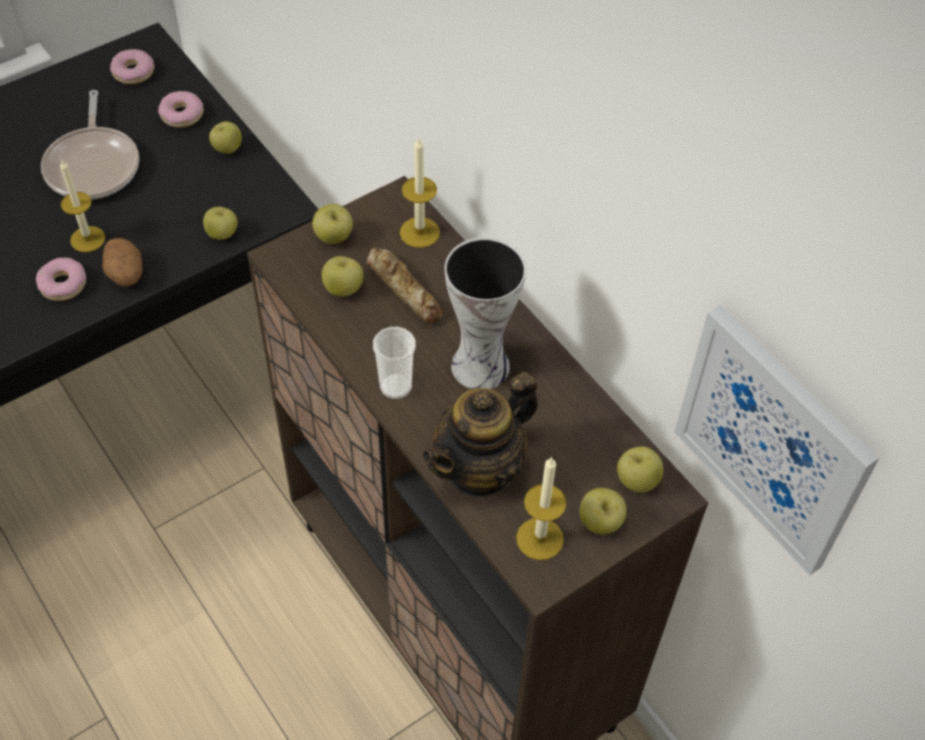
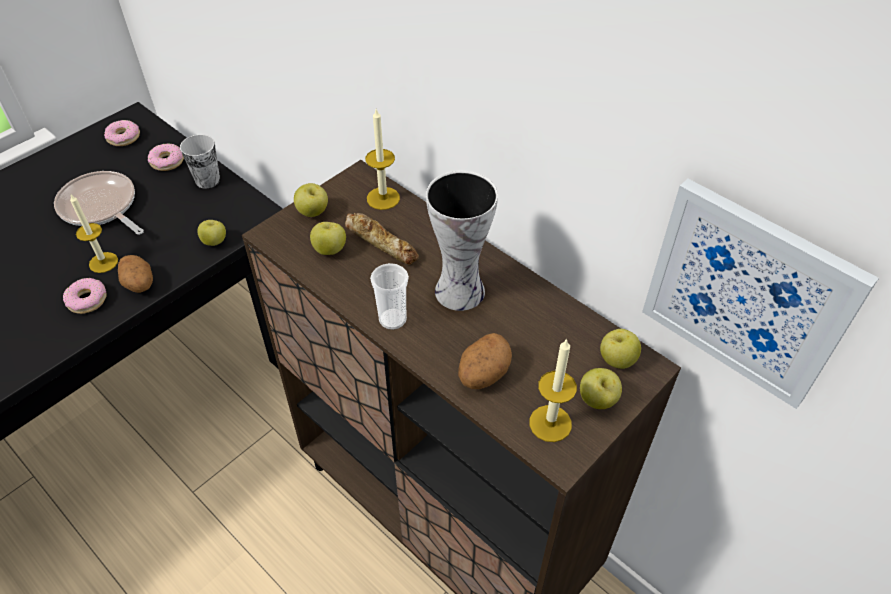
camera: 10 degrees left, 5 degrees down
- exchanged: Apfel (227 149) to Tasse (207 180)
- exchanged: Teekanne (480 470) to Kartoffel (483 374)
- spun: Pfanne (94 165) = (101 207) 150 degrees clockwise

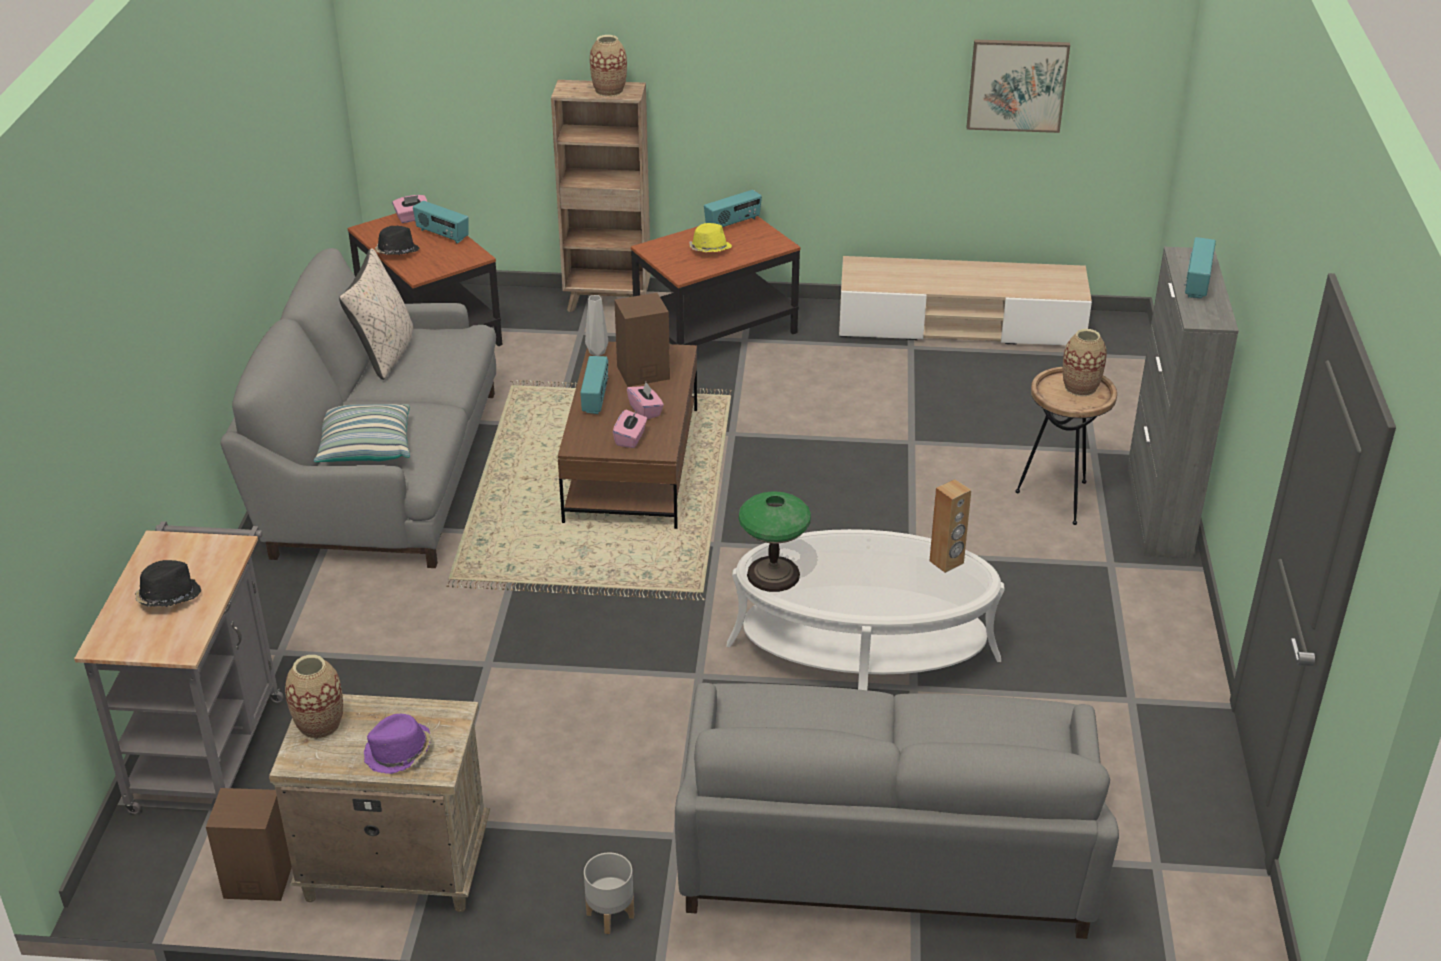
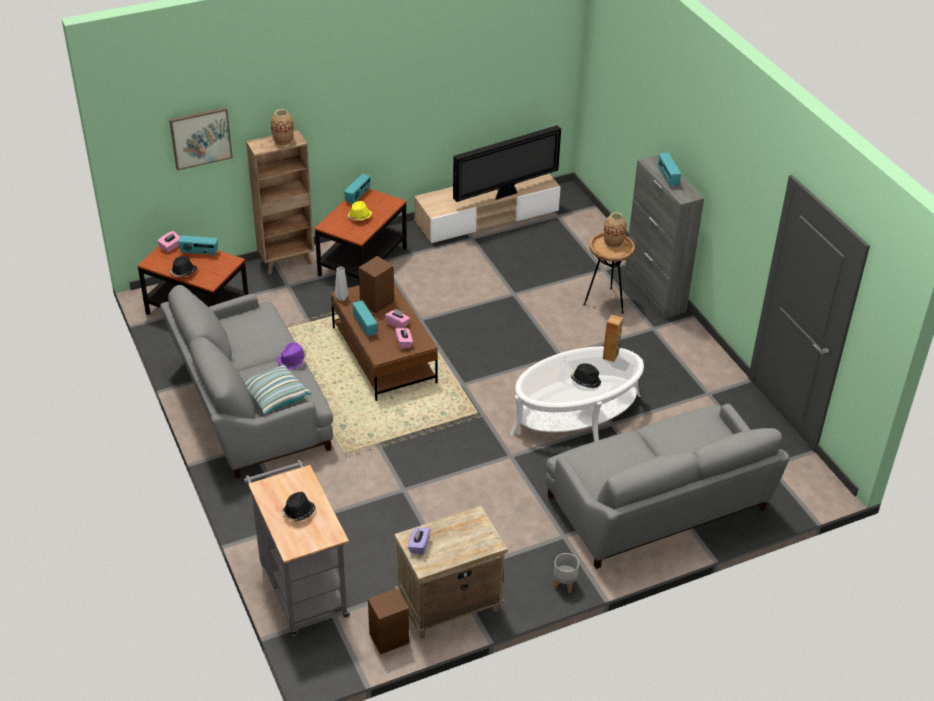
camera: 30 degrees left, 5 degrees up
- missing: Kissen (beige) (385 353)
- missing: Tischlampe (772 574)
- appeared: Fernseher (506 194)
- appeared: Hut (schwarz) (585 380)
- relocated: Hut (lila) (398 753) to (292 360)
- relocated: Bild (1017 85) to (200 137)
- exchanged: Vase (319 725) to Taschentuchbox (lila) (419 546)

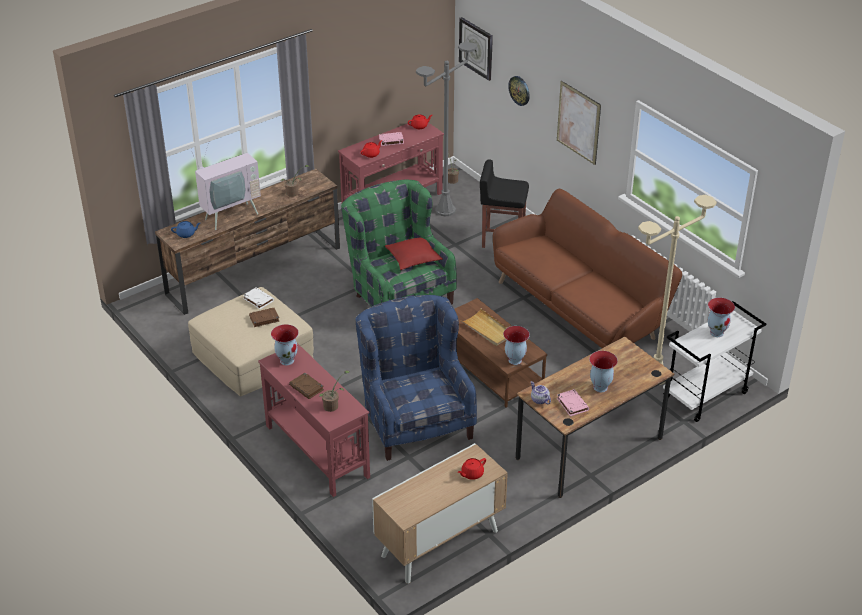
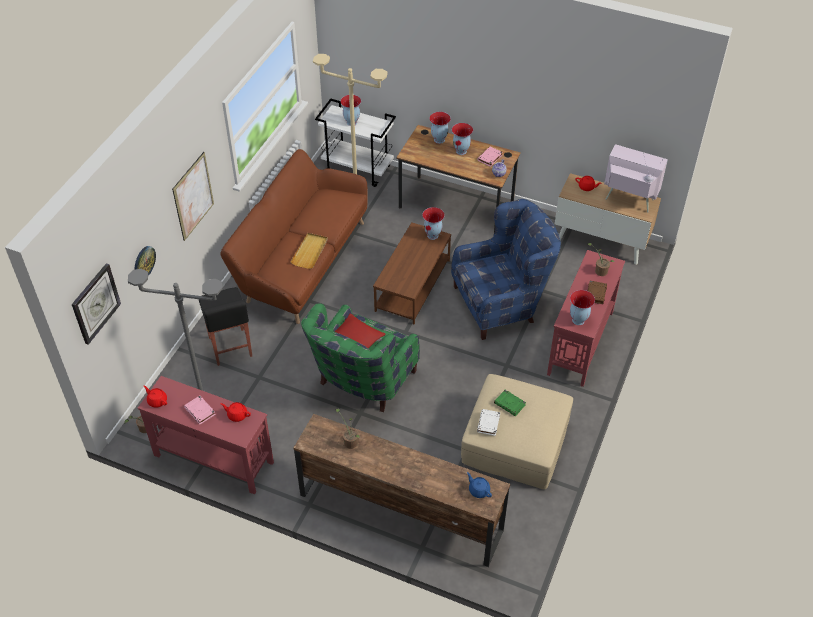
camera: 120 degrees left, 10 degrees up
- appeared: Vase (439 139)
- relocated: Fernseher (229 214) to (628 202)
- relocated: Tablett (beige) (488 329) to (310 252)
- colour: Buch (braun) (264 319) to Buch (grün) (510 404)
- spun: Sessel (blau) (415 419) = (502 303) 150 degrees counterclockwise

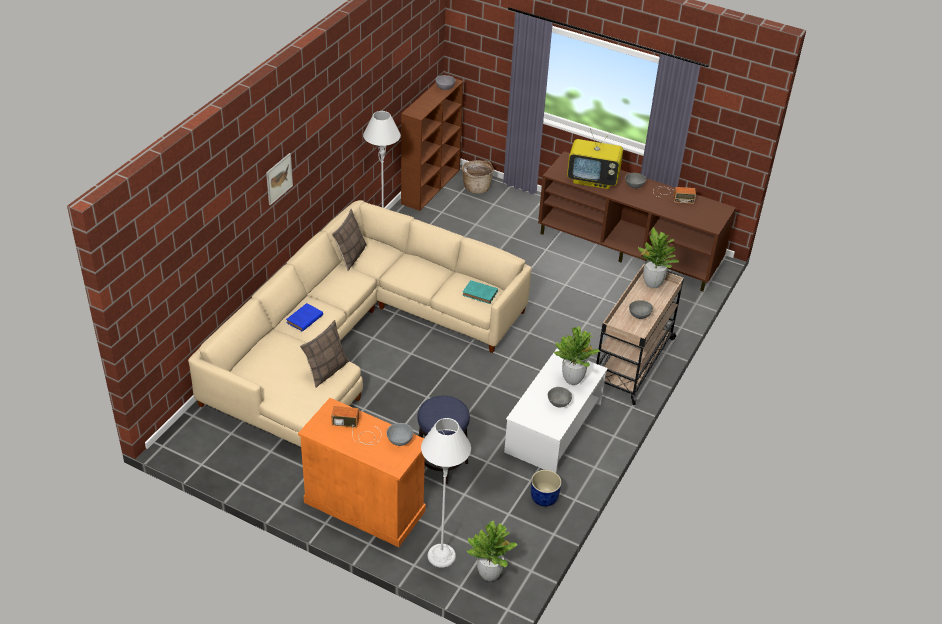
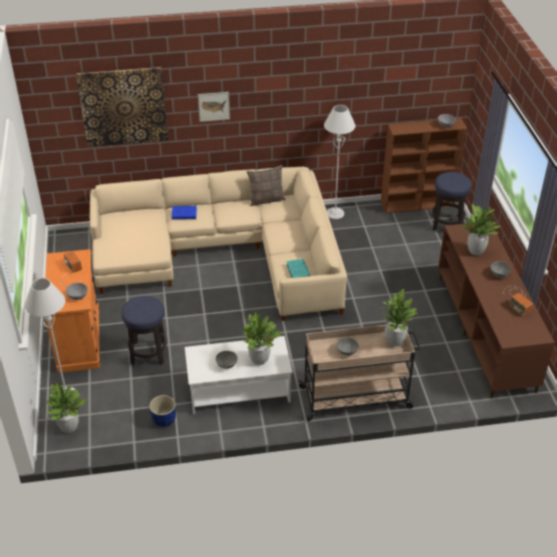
camera: 55 degrees right, 0 degrees up
- missing: Kissen (326 371)
- appeared: Bild (123 107)
- exchanged: Korb (476 187) to Hocker (447 223)
- exchanged: Fernseher (593 180) to Topfpflanze (475 251)

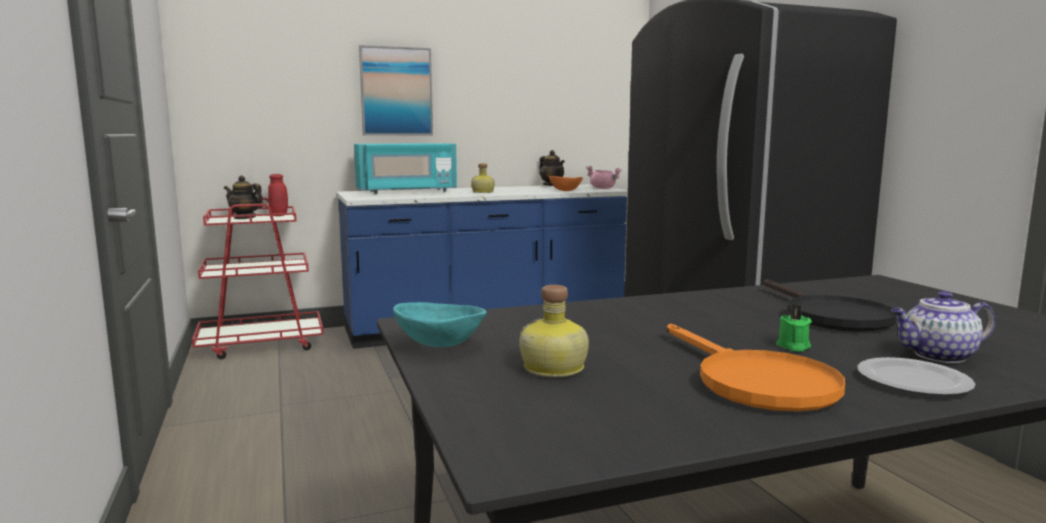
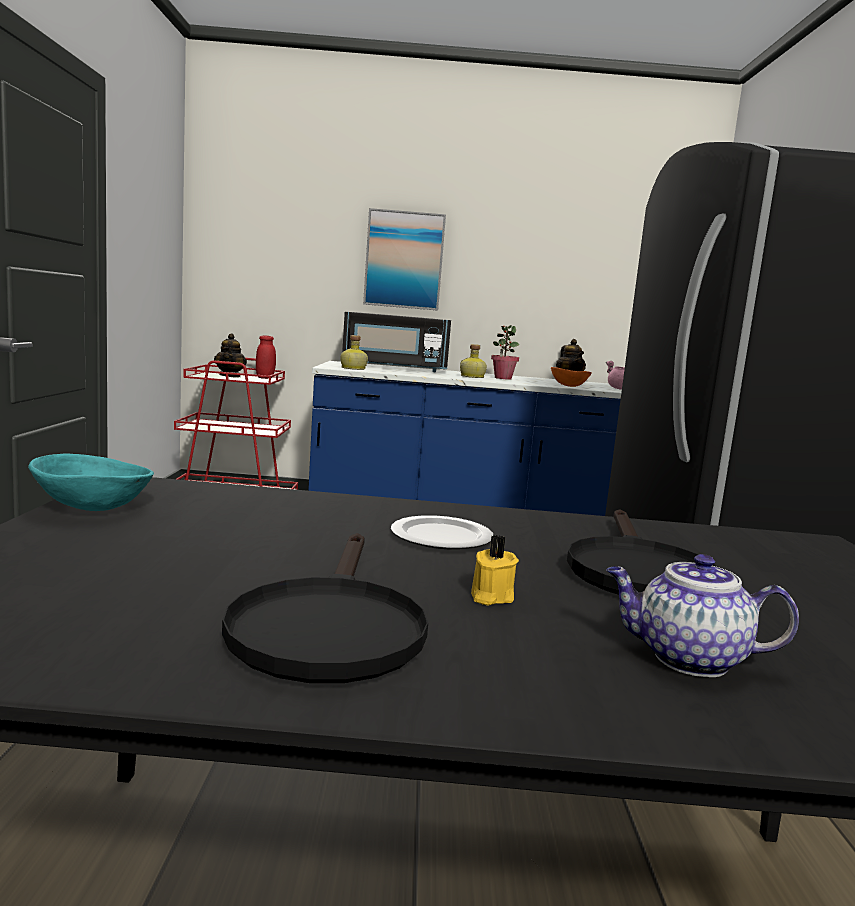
camera: 20 degrees right, 0 degrees up
- appeared: Topfpflanze (502 378)
- relocated: Flasche (554 369) to (353 369)
- relocated: Teller (915 381) to (442 538)
- colour: Mikrowelle (türkis) (406 191) to Mikrowelle (schwarz) (394 368)
- colour: Pfanne (orange) (753 381) to Pfanne (schwarz) (329 626)
- colour: Kerze (grün) (793 346) to Kerze (gelb) (490 596)
- spun: Teekanne (244 218) = (230 376) 135 degrees counterclockwise

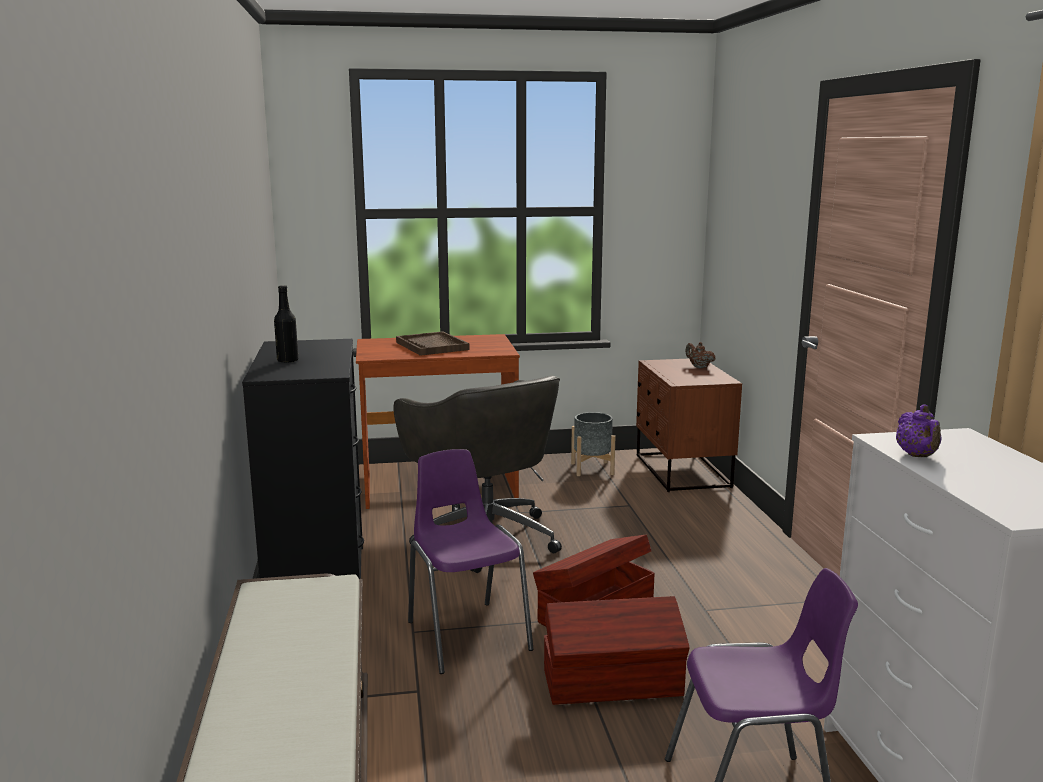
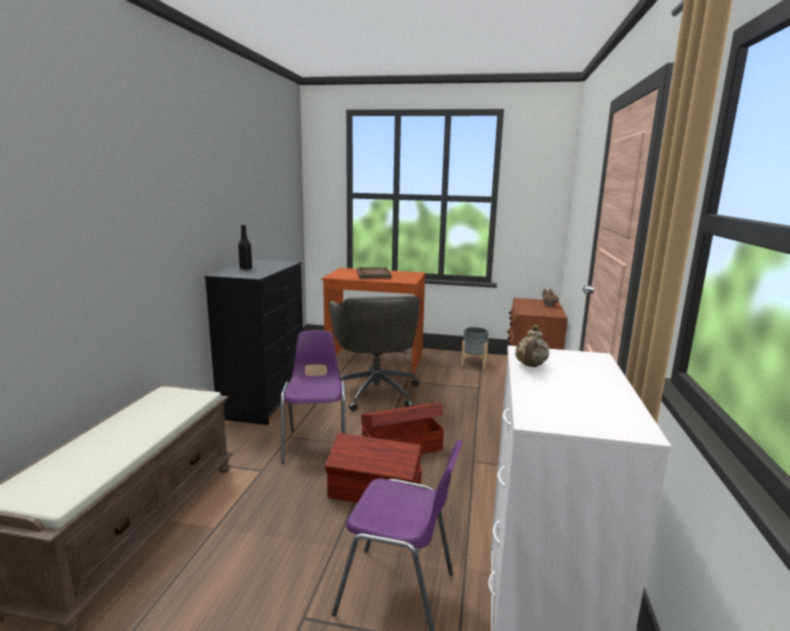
camera: 20 degrees right, 0 degrees up
- colour: Teekanne (lila) (917 456) to Teekanne (beige) (530 365)

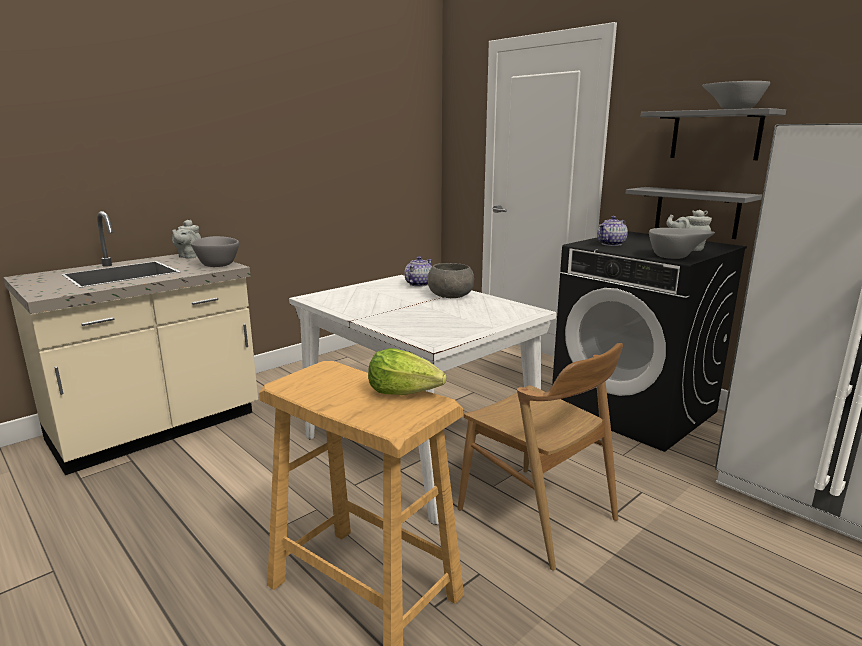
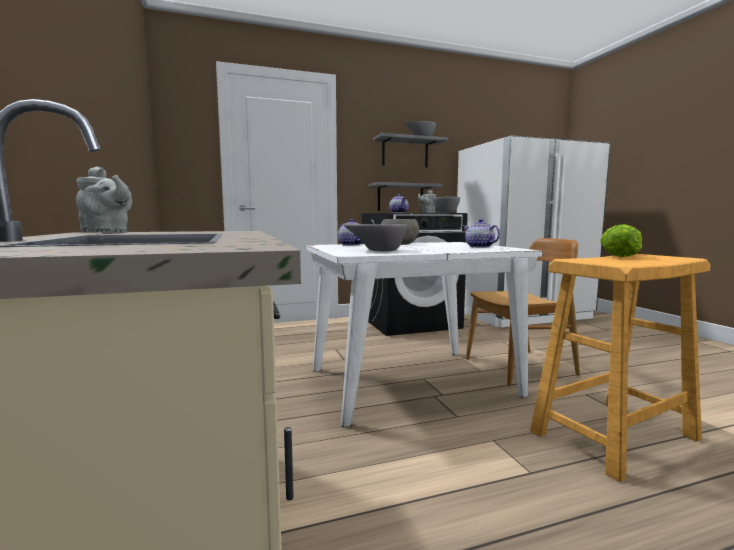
camera: 65 degrees left, 10 degrees down
- appeared: Teekanne (479 247)
- relocated: Schüssel (grau) (217 264) to (377 250)

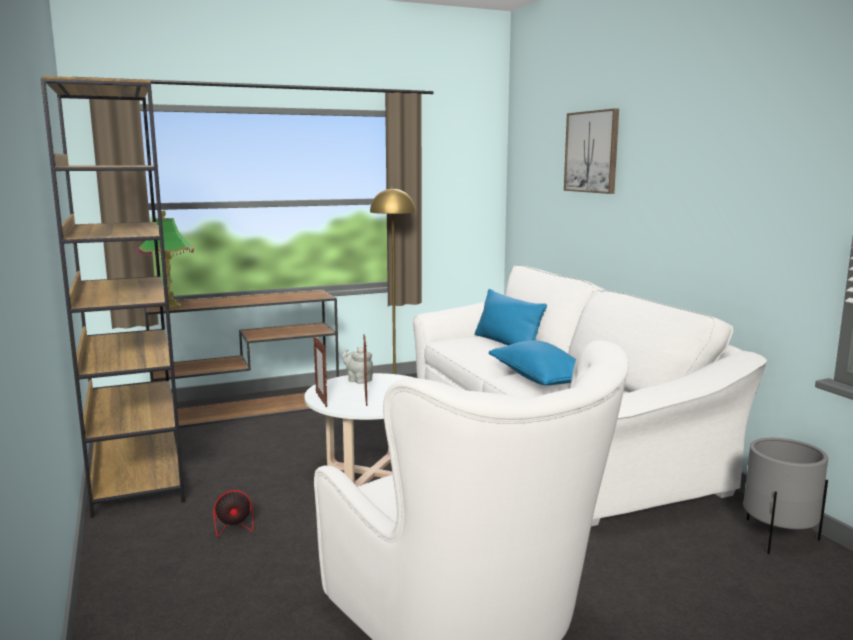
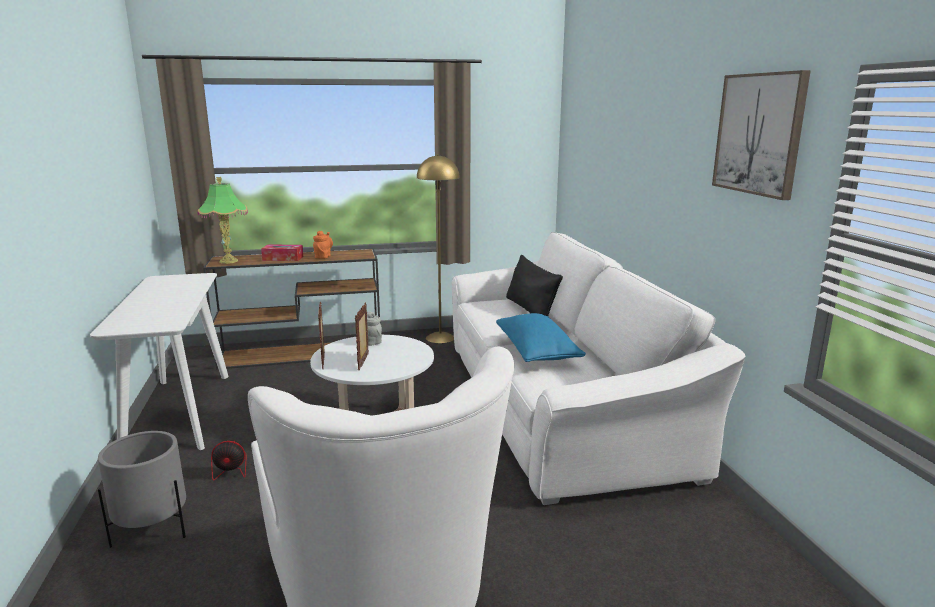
camera: 10 degrees right, 5 degrees up
- appeared: Taschentuchbox (283 258)
- appeared: Teekanne (orange) (323 256)
- relocated: Bild (592 152) to (759 134)
- relocated: Pflanzkübel (grau) (777 537) to (153 529)
- exchanged: Bücherregal (braun) (136 475) to Konsolentisch (weiß) (179 412)
- colour: Kissen (blau) (507 344) to Kissen (schwarz) (530 309)

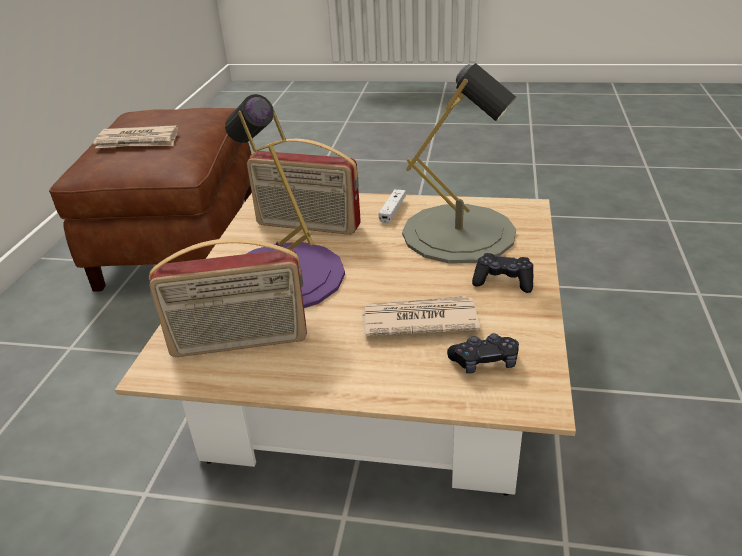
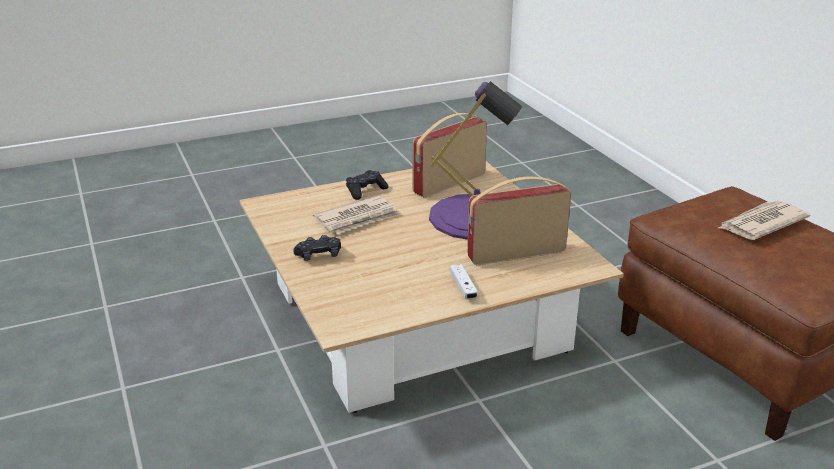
camera: 145 degrees right, 5 degrees down
- missing: Tischlampe (grau) (459 233)
- relocated: Gamepad (schwarz) (484 362) to (365 191)

